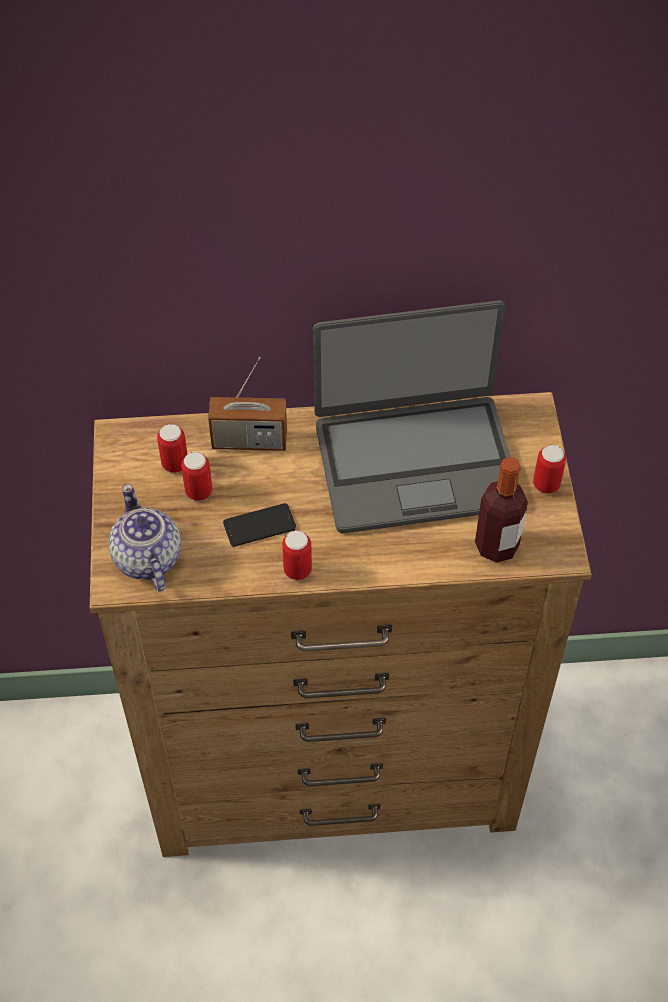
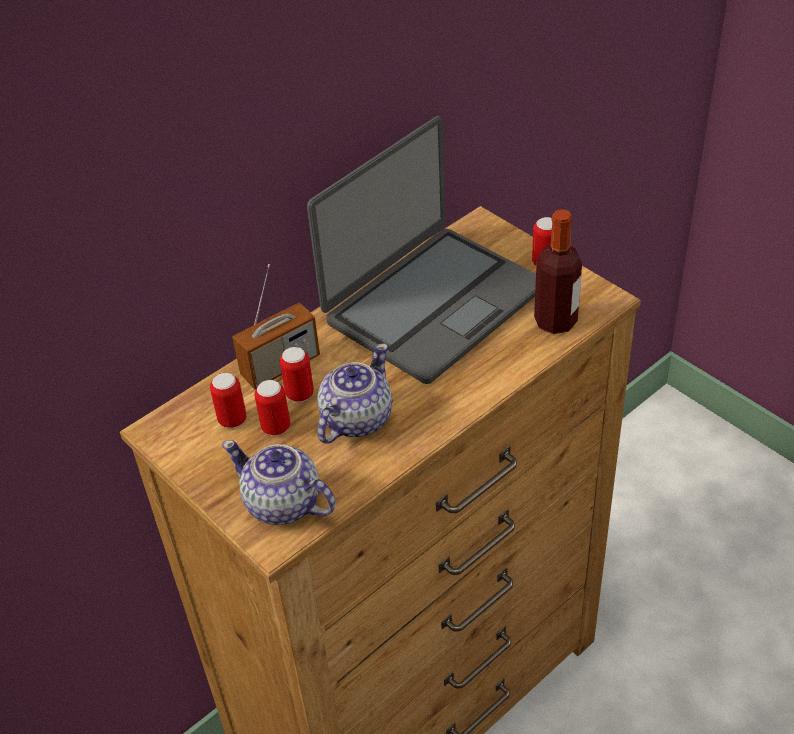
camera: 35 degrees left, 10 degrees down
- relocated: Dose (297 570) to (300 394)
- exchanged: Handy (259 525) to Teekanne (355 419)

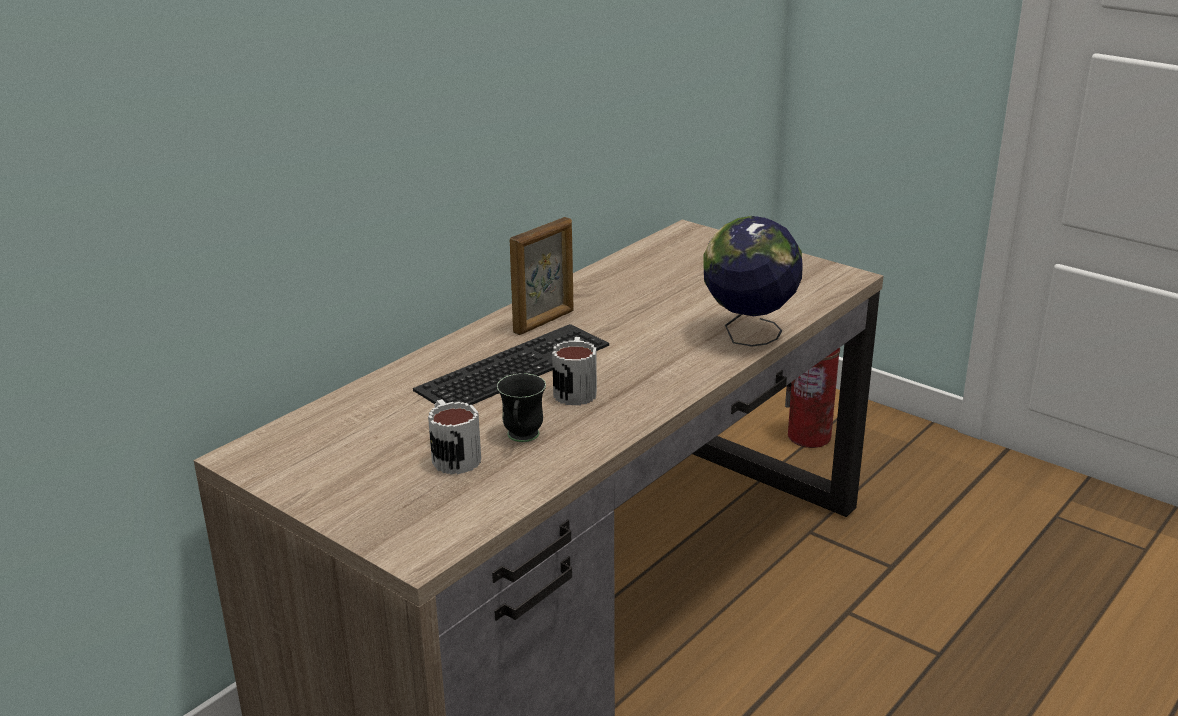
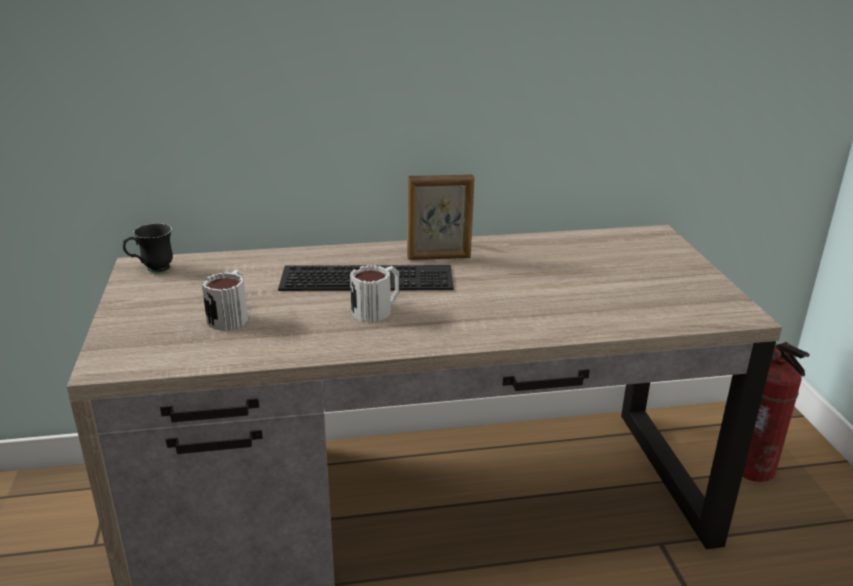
camera: 40 degrees right, 0 degrees up
- missing: Globus (748 335)
- relocated: Henkelbecher (schwarz) (522 439) to (152 271)

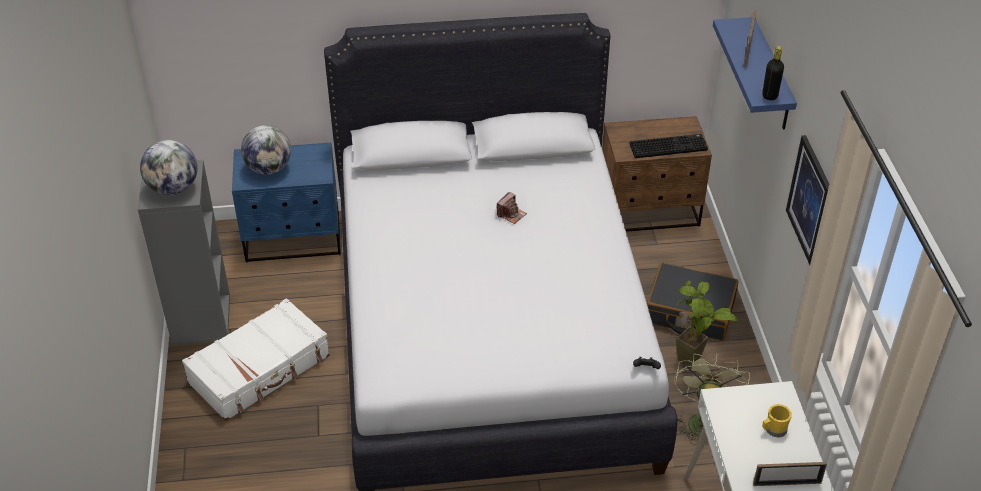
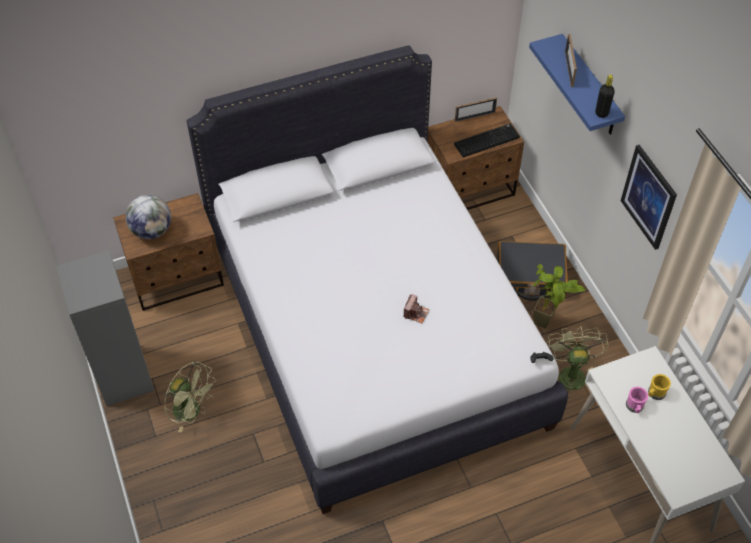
camera: 15 degrees left, 10 degrees up
- missing: Globus (173 188)
- appeared: Henkelbecher (rosa) (634 407)
- relocated: Kamera (511 214) to (416 313)
- relocated: Bilderrahmen (787 483) to (475 116)
- exchanged: Koffer (weiß) (260 369) to Ventilator (grün) (192 411)
- colour: Nachttisch (blau) (293 239) to Nachttisch (braun) (177 279)

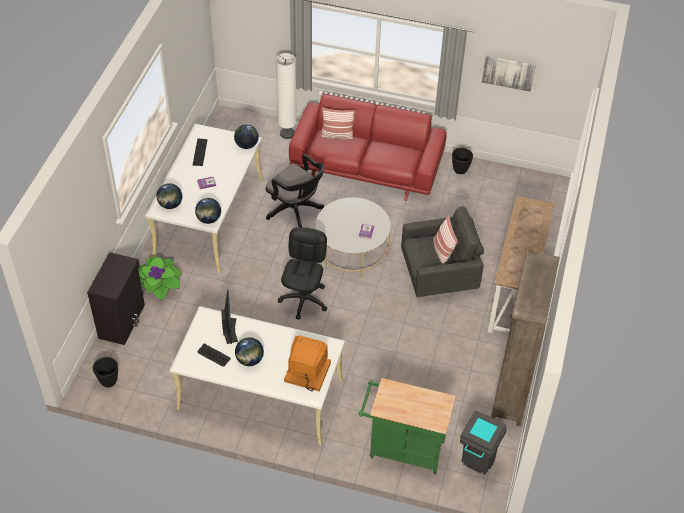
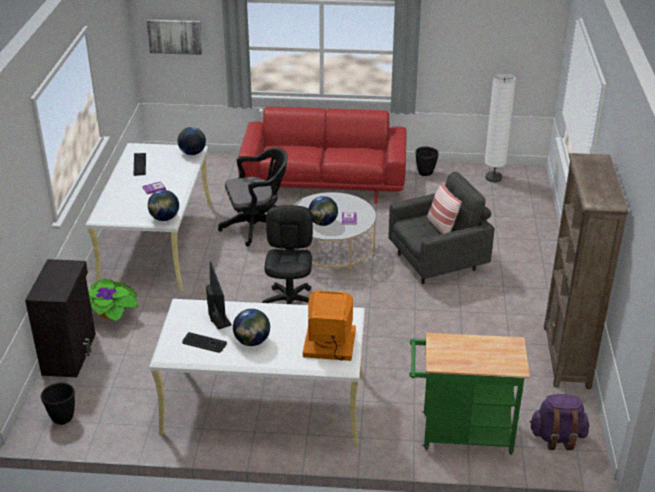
camera: 10 degrees left, 15 degrees down
- missing: Kissen (337 136)
- missing: Konsolentisch (514 293)
- relocated: Globus (170 205) to (323 223)
- relocated: Stehlampe (weiß) (287 134) to (493 178)
- relocated: Bild (508 72) to (175 36)
- exchanged: Mülleimer (grau) (476 466) to Rucksack (lila) (557 438)
- spun: Bürostuhl (schwarz) (296 211) = (257 226) 45 degrees counterclockwise

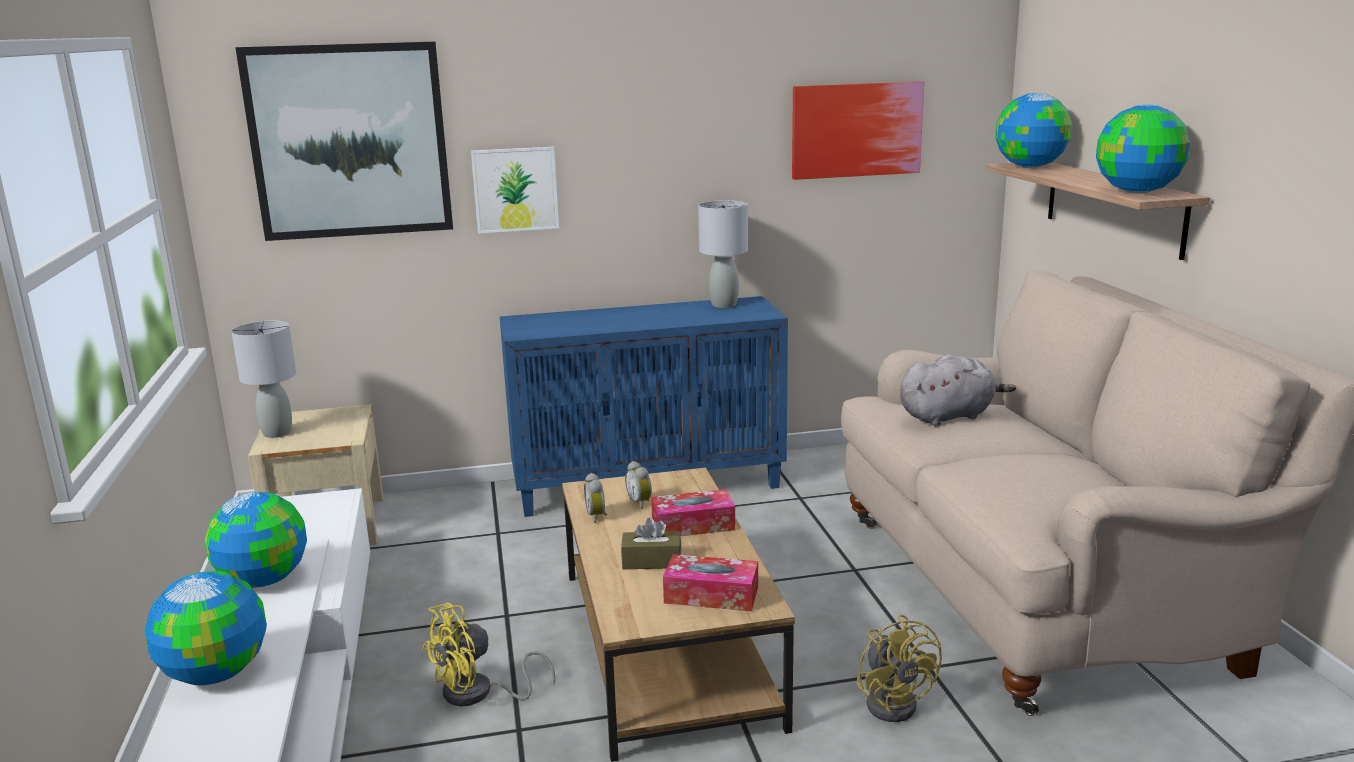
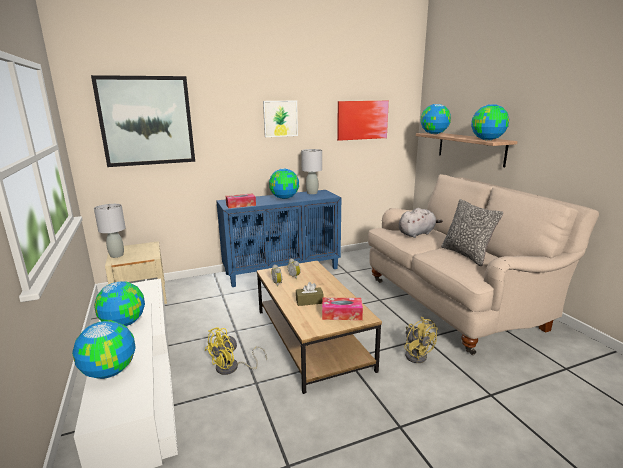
camera: 10 degrees left, 0 degrees up
- appeared: Globus (284 198)
- appeared: Kissen (466 255)
- relocated: Bild (515 189) to (280 118)
- relocated: Taschentuchbox (693 525) to (241 205)

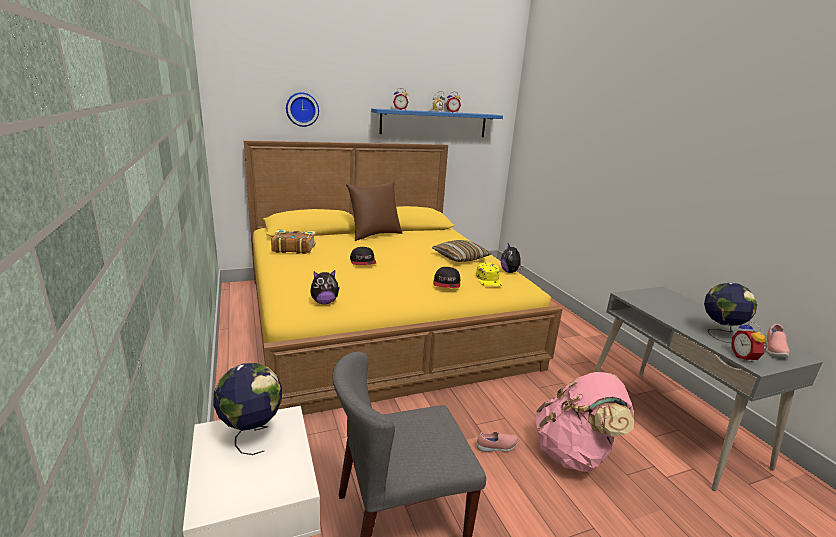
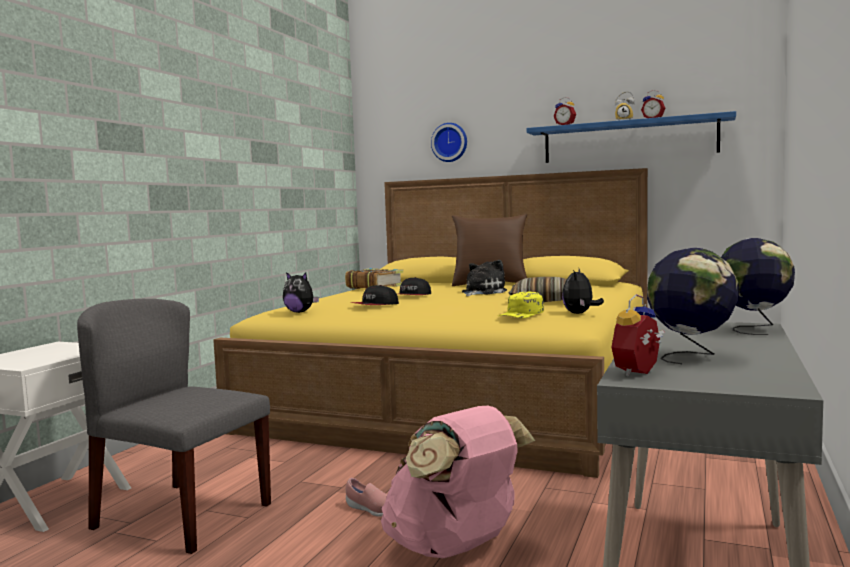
camera: 45 degrees right, 15 degrees down
- missing: Schuh (rosa) (773 350)
- appeared: Plüschtier (482 292)
- relocated: Globus (252 435) to (753 329)
- relocated: Kappe (447 283) to (375 305)

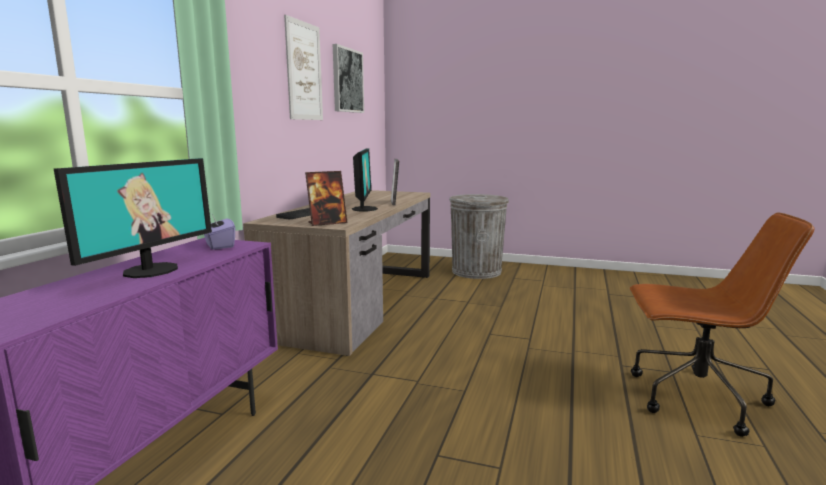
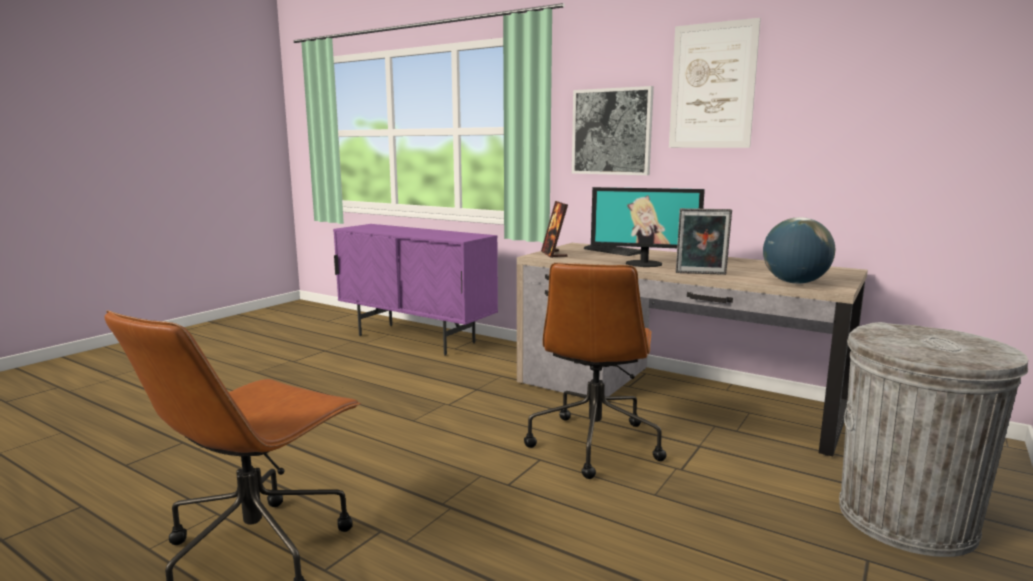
camera: 105 degrees right, 0 degrees up
- missing: Monitor (150 270)
- missing: Taschentuchbox (lila) (219 245)
- appeared: Bürostuhl (braun) (594 443)
- appeared: Globus (795 283)
- relocated: Bild (347 80) to (612 132)

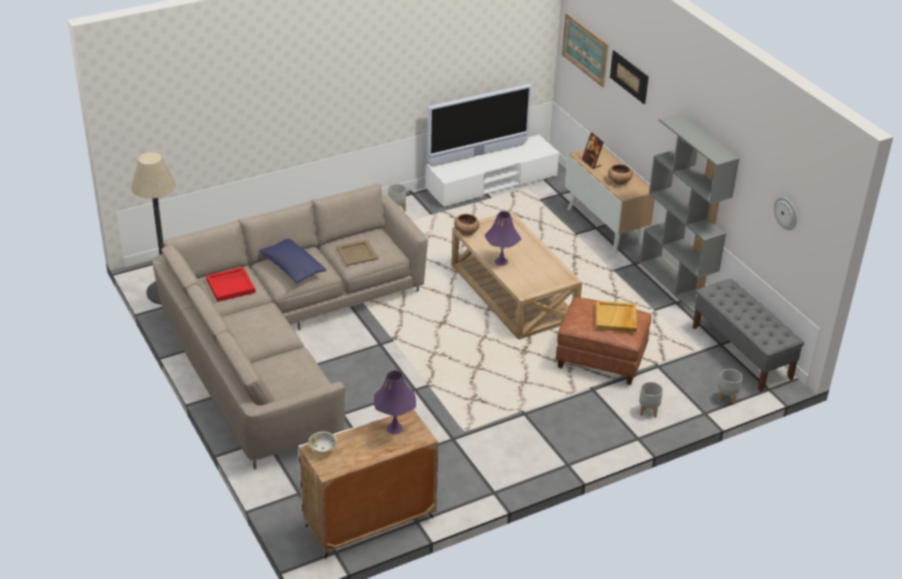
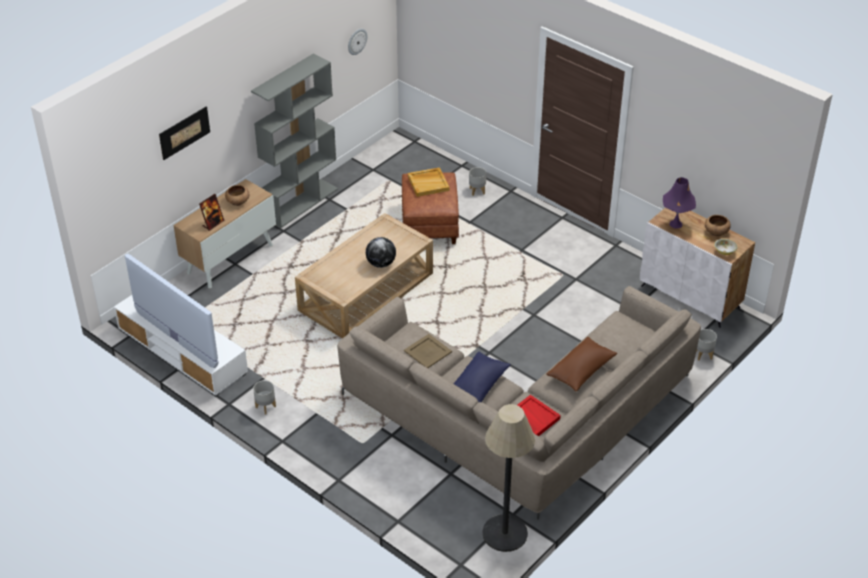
camera: 110 degrees left, 5 degrees up
- missing: Bild (585 49)
- missing: Bank (grau) (742 353)
- appeared: Kissen (braun) (581 371)
- relocated: Schüssel (braun) (466 231) to (716 232)
- relocated: Pflanzkübel (grau) (726 398) to (703 355)
- exchanged: Tischlampe (lila) (501 261) to Globus (381 264)

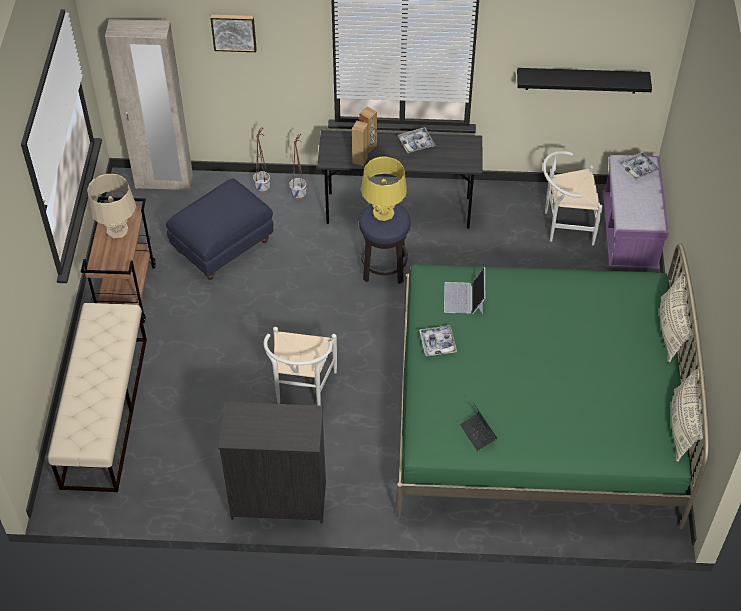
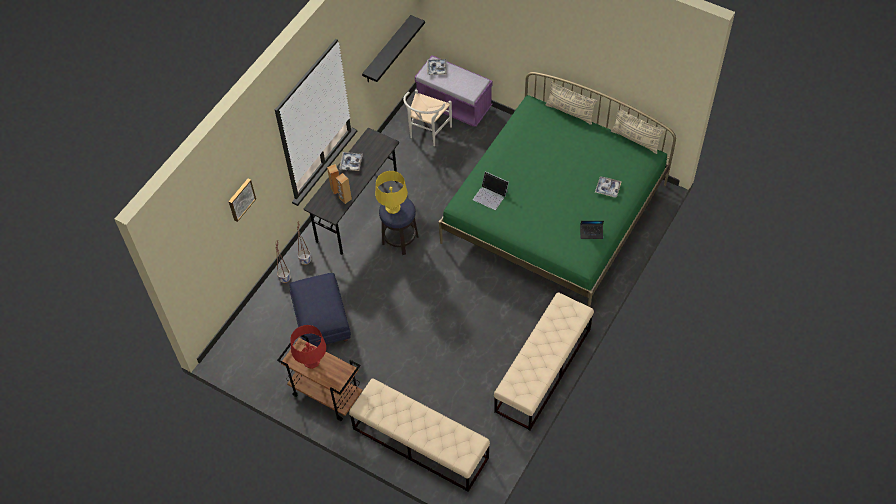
camera: 60 degrees left, 5 degrees up
- missing: Kleiderschrank (beige) (164 182)
- missing: Stuhl (weiß) (302 390)
- relocated: Tablett (437 343) to (607 188)
- exchanged: Kommode (schwarz) (278 499) to Bank (beige) (543 370)
- colour: Tischlampe (beige) (117 230) to Tischlampe (rot) (311 361)

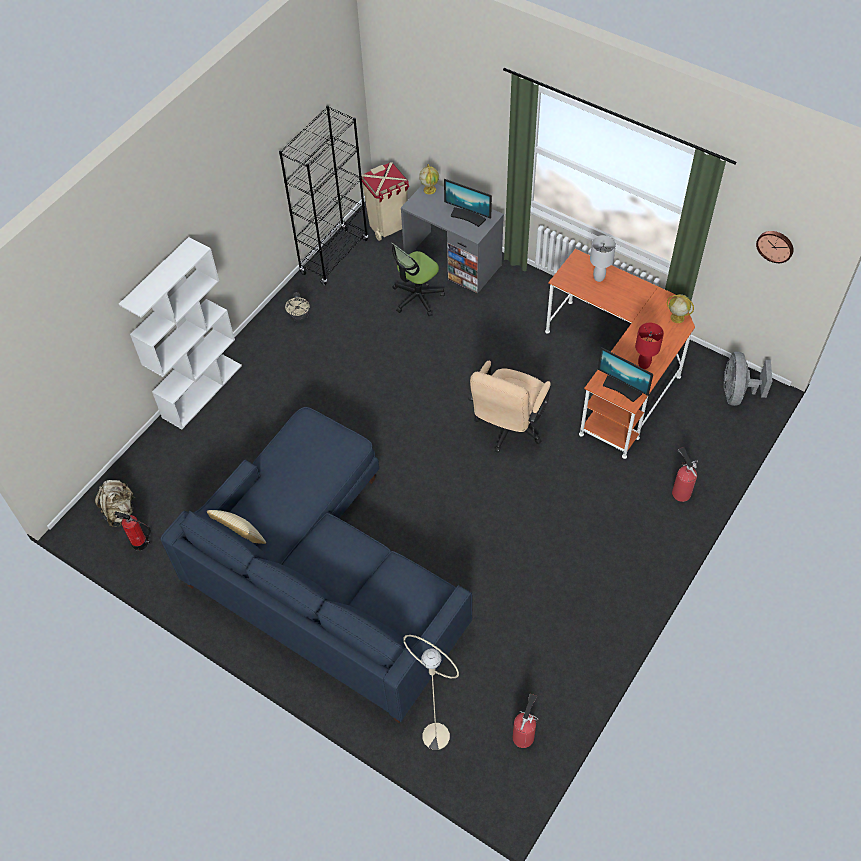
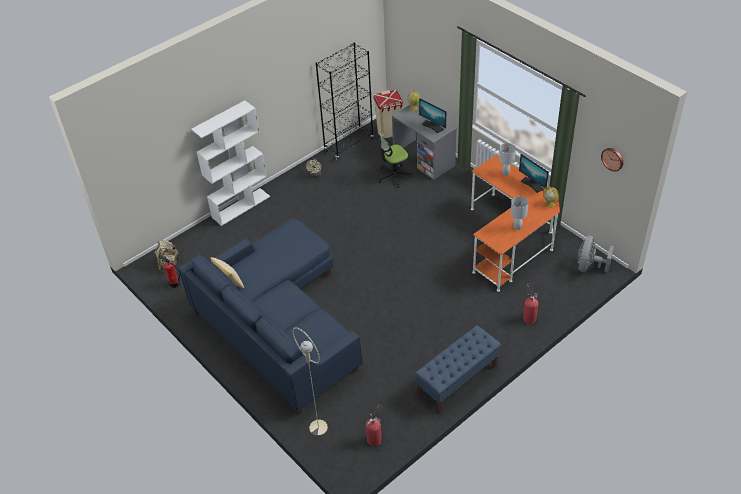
camera: 15 degrees right, 10 degrees down
- missing: Bürostuhl (beige) (508 429)
- appeared: Bank (blau) (457 380)
- relocated: Monitor (622 388) to (532 184)
- colour: Tischlampe (rot) (644 364) to Tischlampe (weiß) (517 227)

